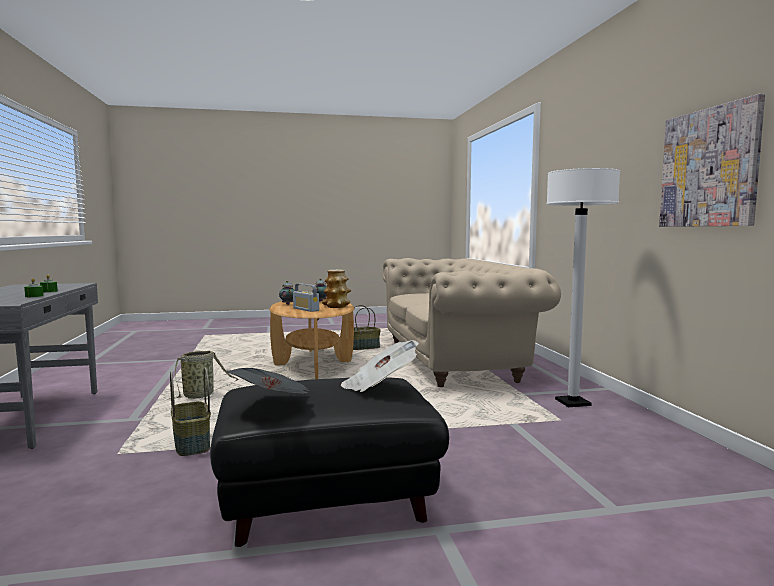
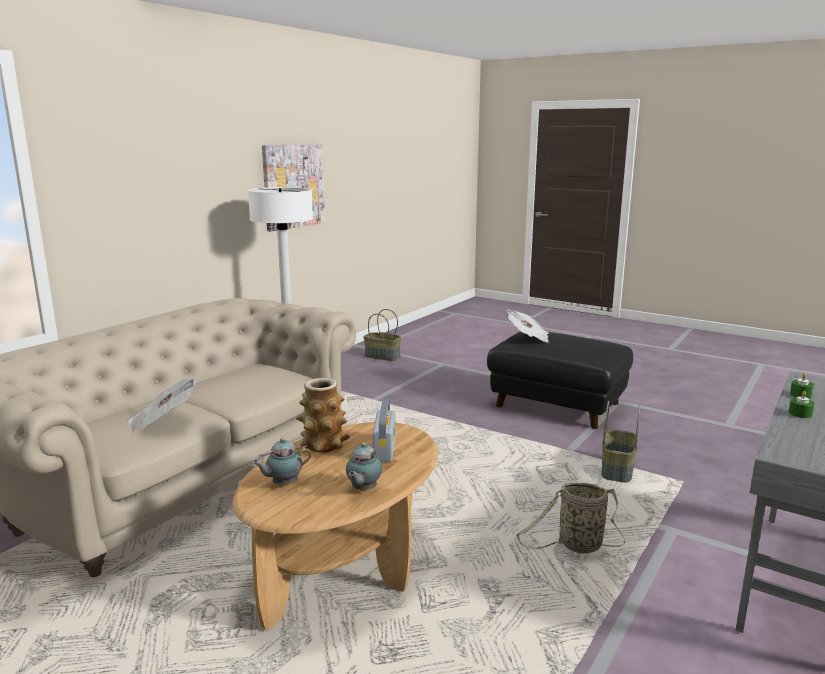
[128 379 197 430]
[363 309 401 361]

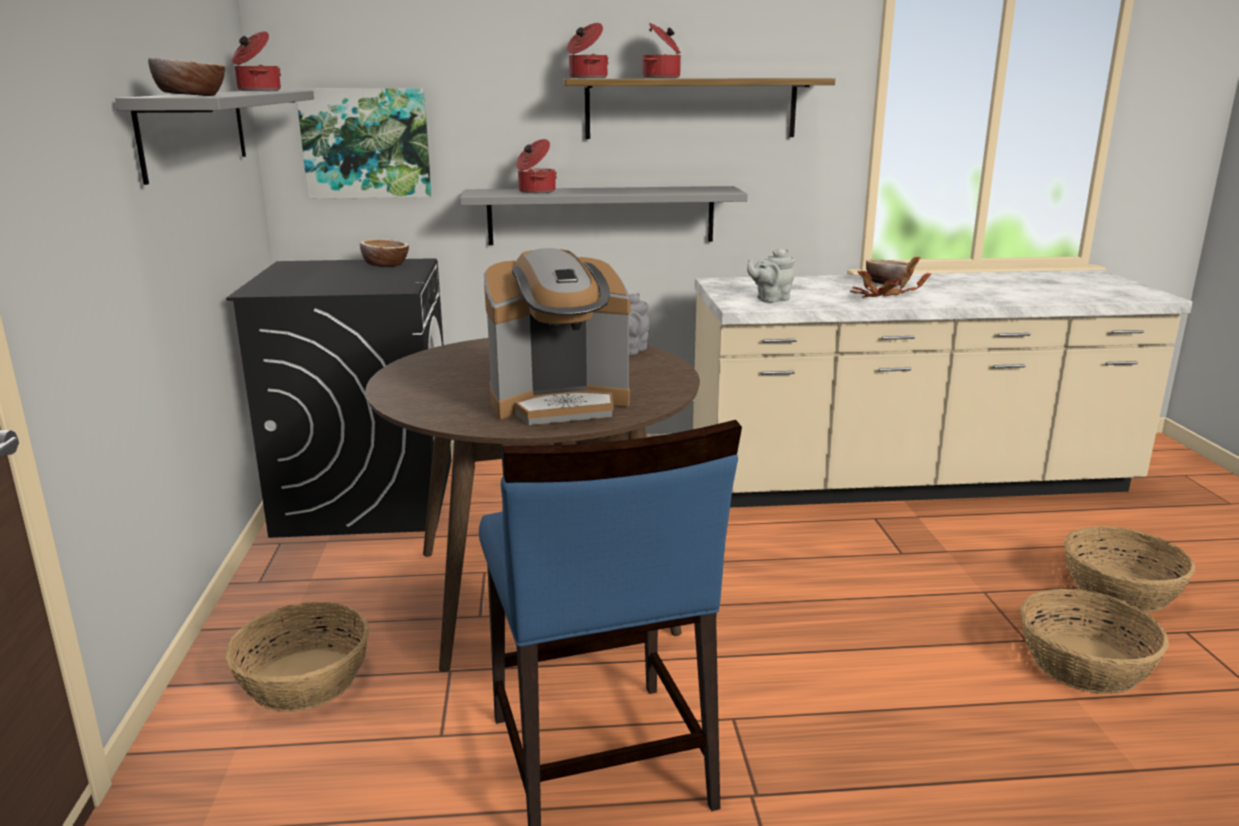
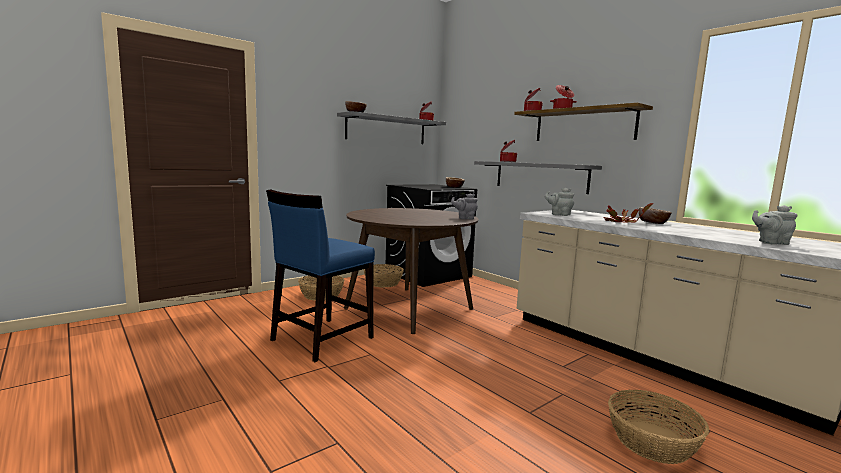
[296 88 432 199] (first image)
[484 248 630 425] (first image)
[752 205 797 245]
[363 264 404 287]

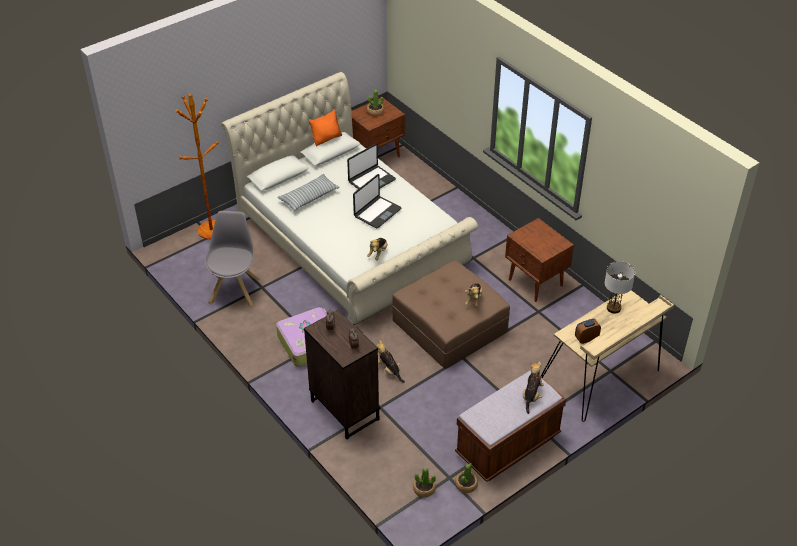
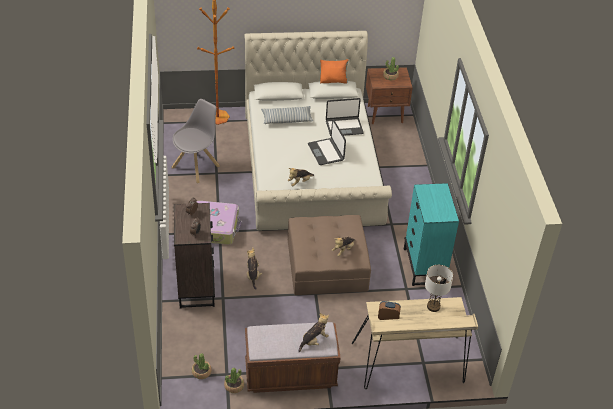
[404 183 459 286]
[308 119 346 165]

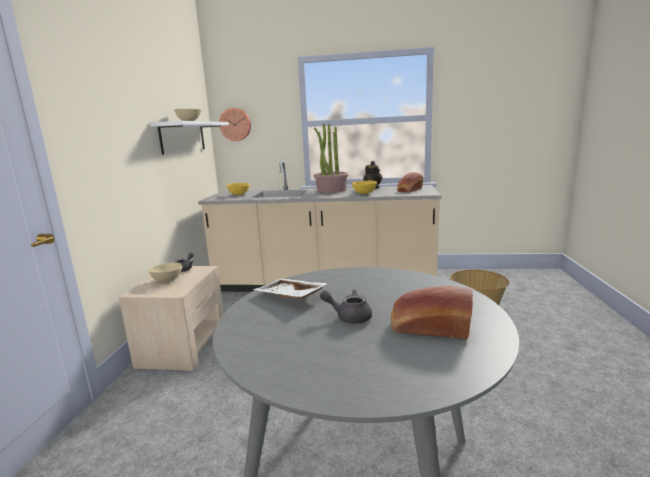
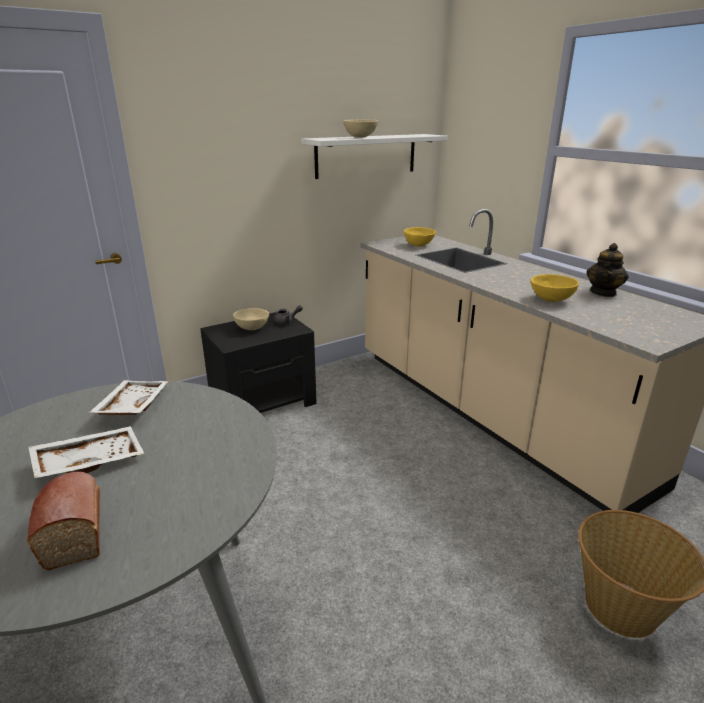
[219 108 251 141] (first image)
[314 123 348 193] (first image)
[397 172 423 193] (first image)
[28 426 145 478]
[200 312 317 413]

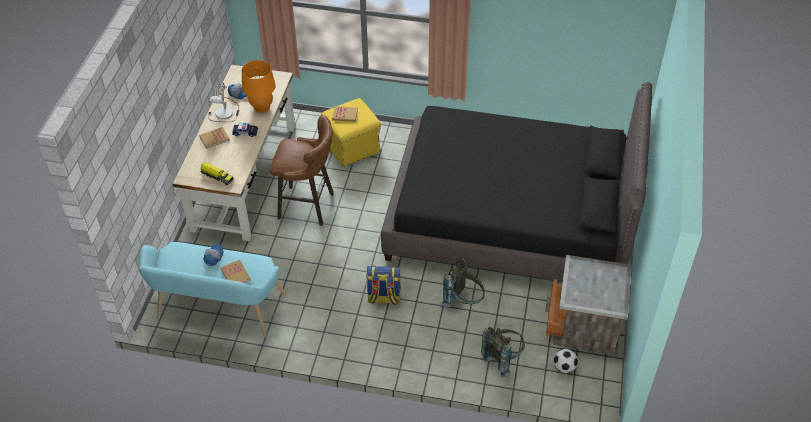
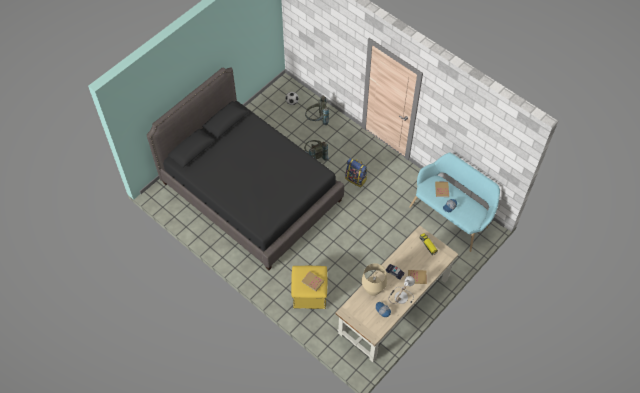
[269 115 334 226] (first image)
[545 255 632 355] (first image)
[361 263 387 296]

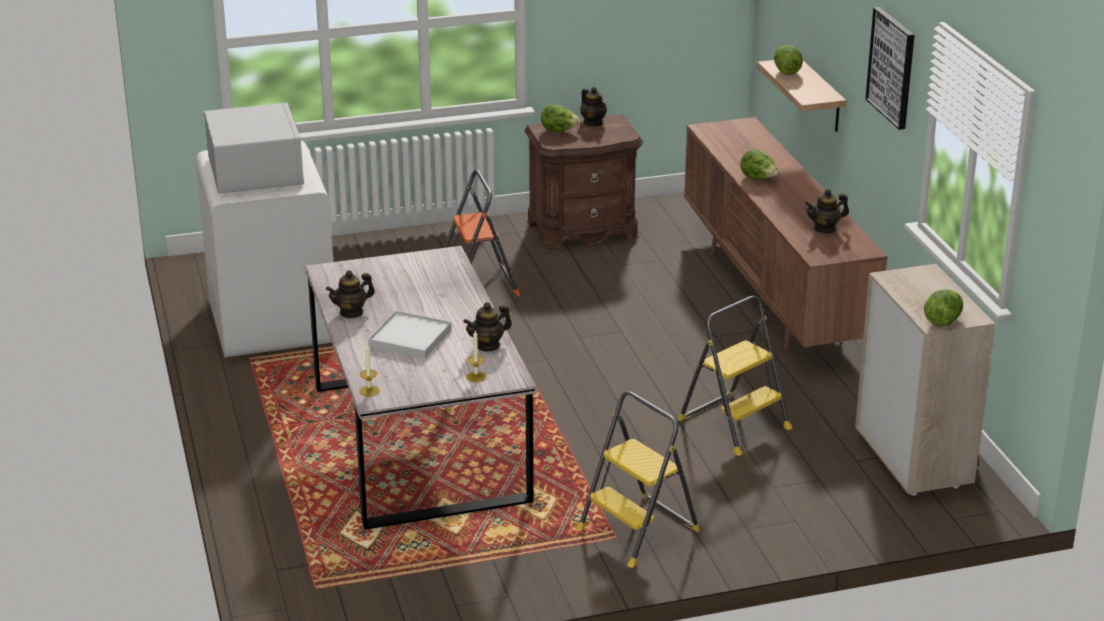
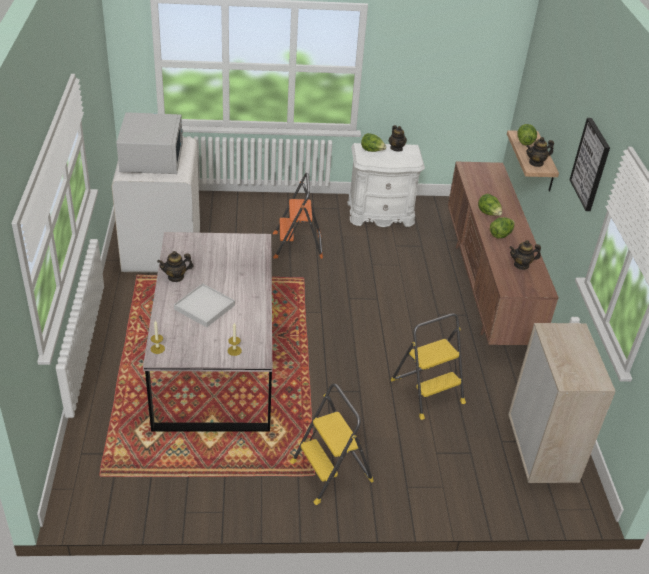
[526 137 554 167]
[490 217 515 238]
[347 143 425 227]

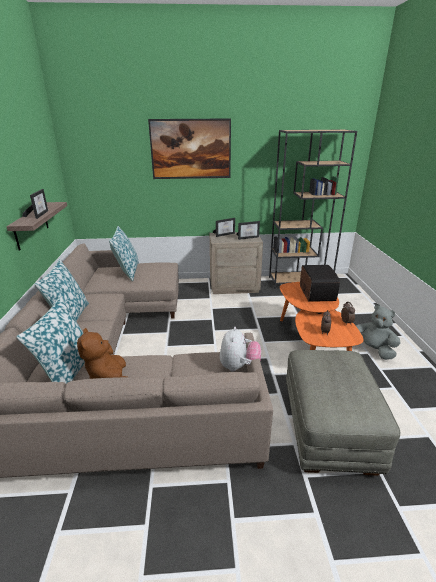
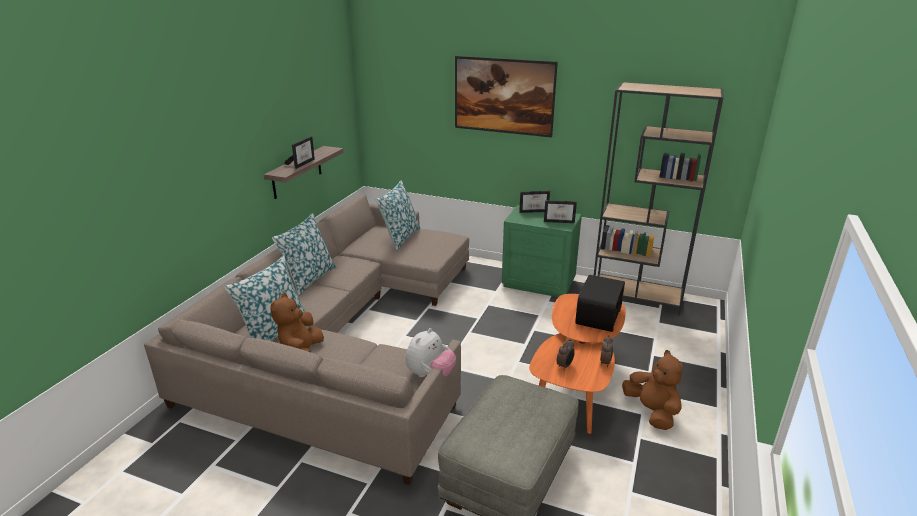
[502 205 582 297]
[622 350 682 430]

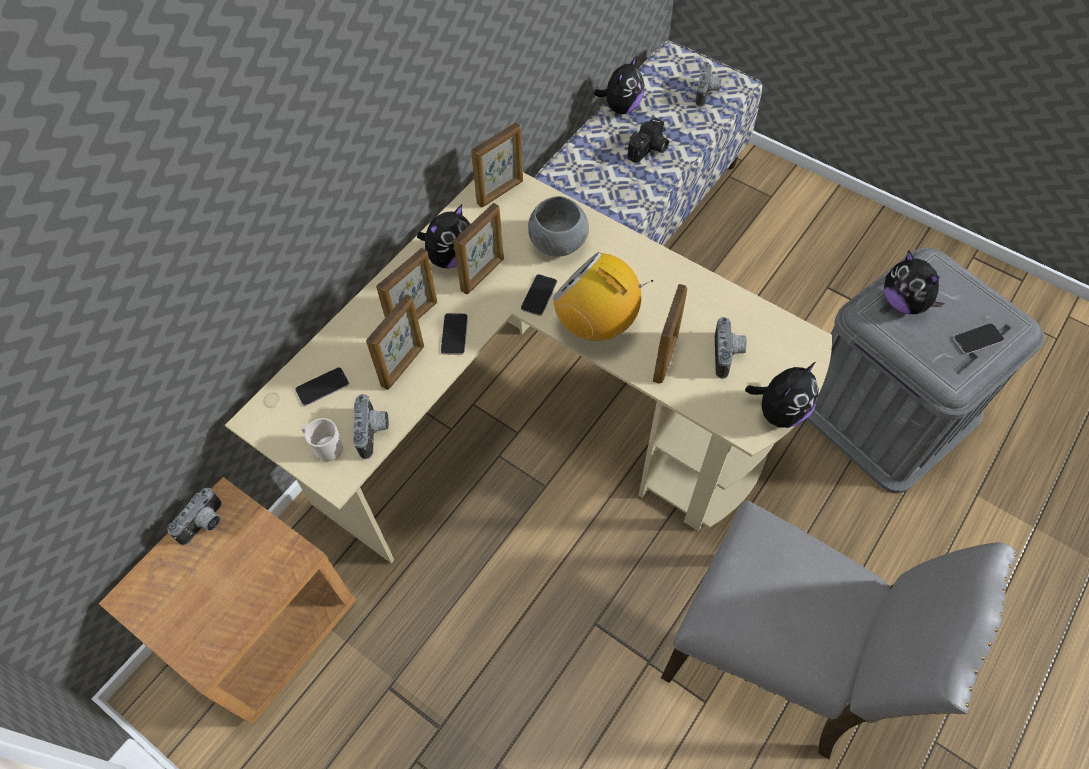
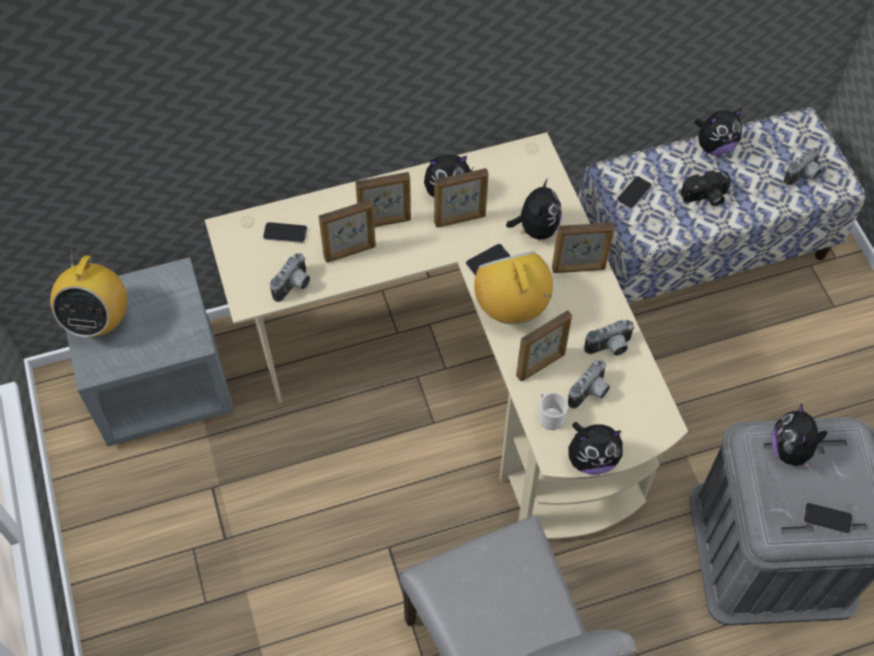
[50 249 127 337]
[584 320 635 356]
[539 391 568 430]
[617 176 652 209]
[552 222 615 273]
[506 178 562 240]
[66 257 234 447]

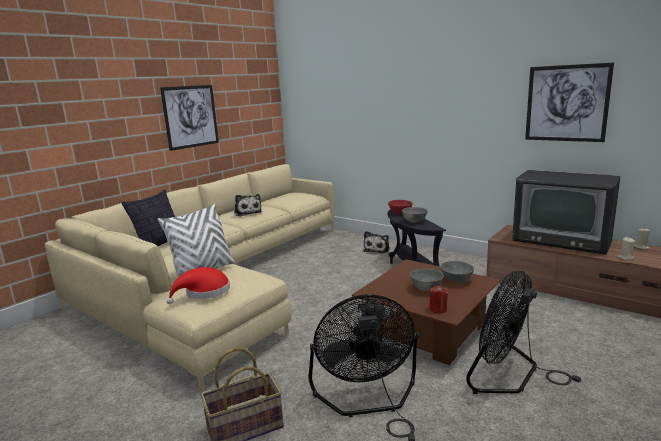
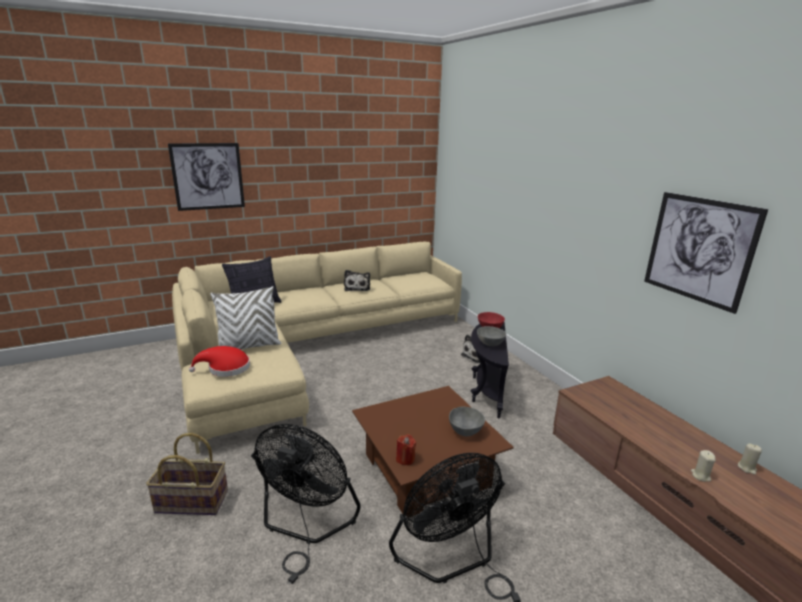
[410 269 444 291] (first image)
[512 170 621 255] (first image)
[168 143 245 211]

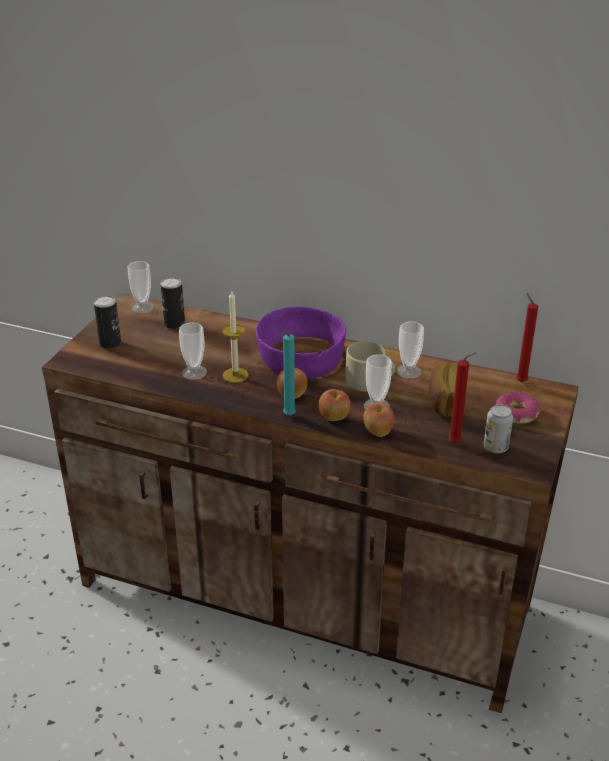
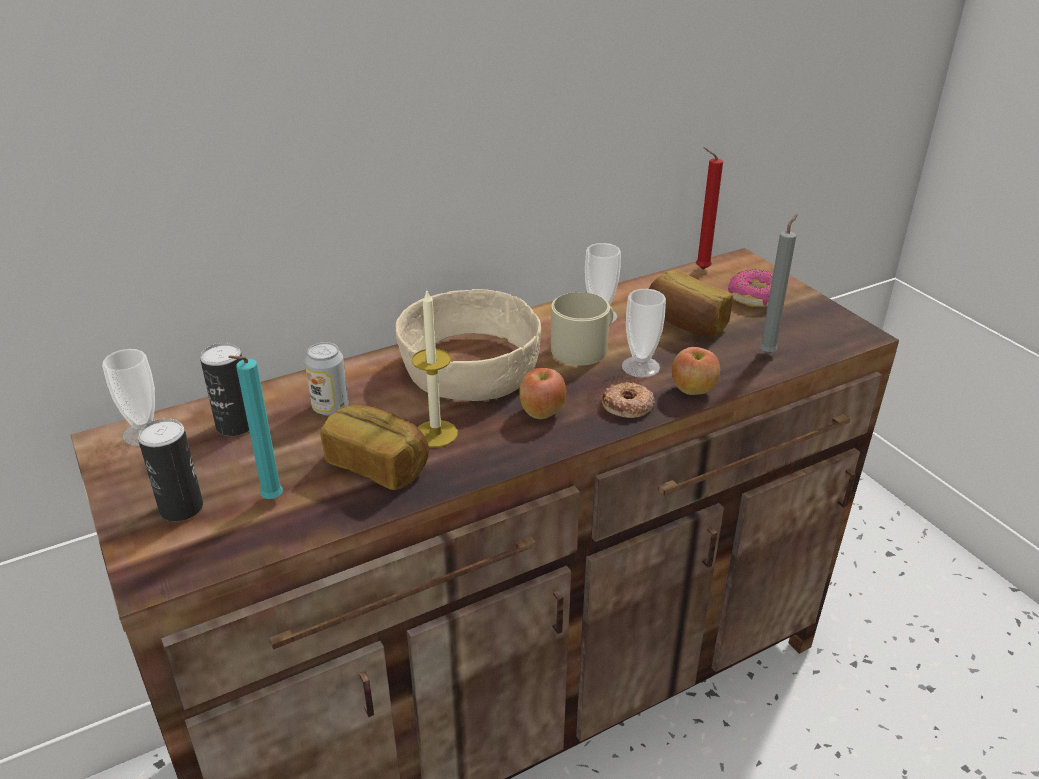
[228 355 283 499]
[305 342 349 416]
[320 404 429 490]
[602 382 655 418]
[396 289 541 401]
[759 214 798 354]

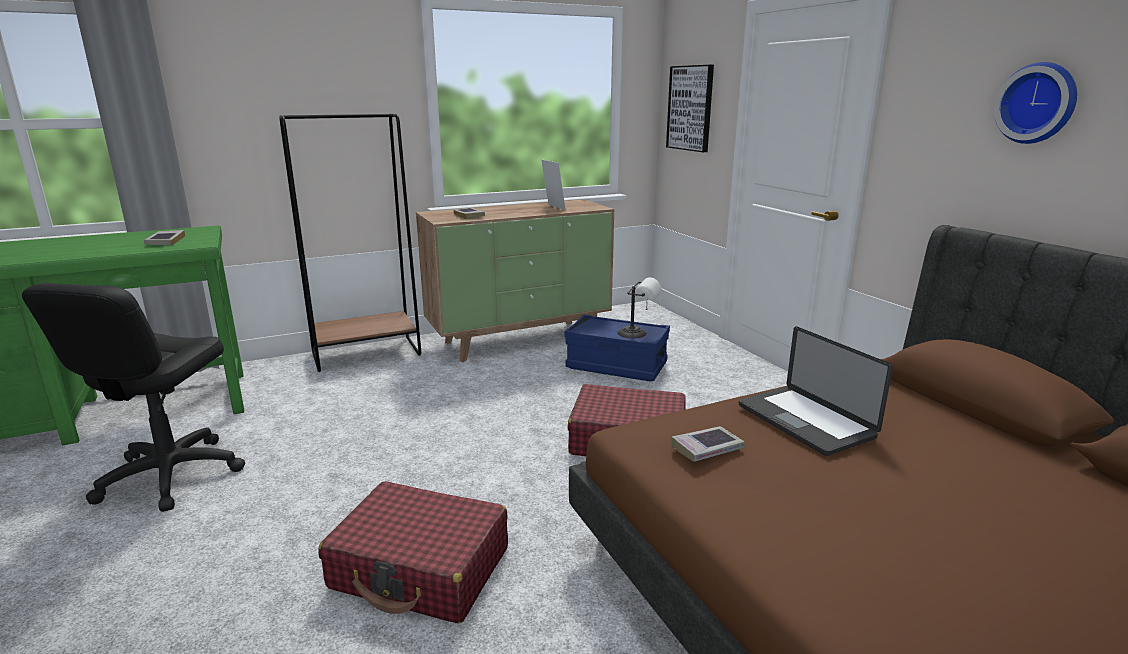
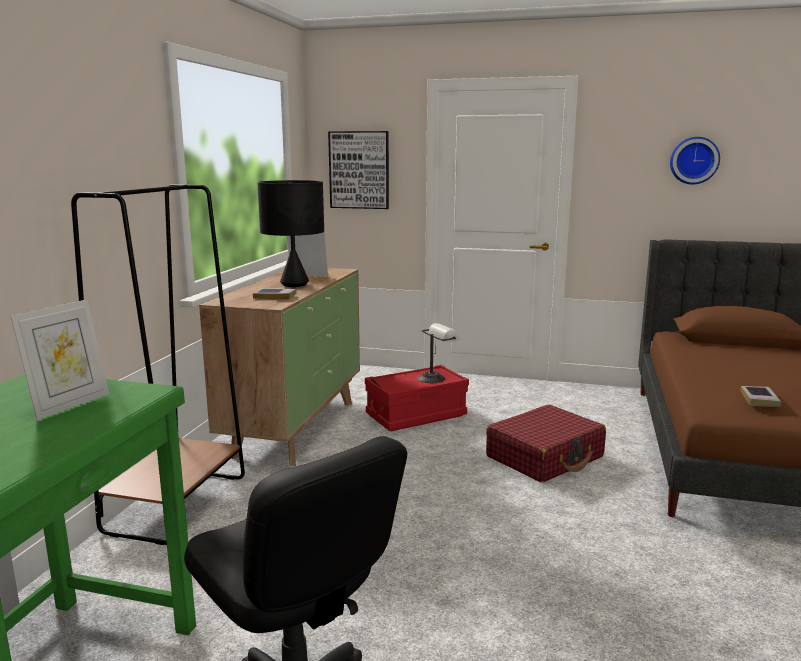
[318 481 508 624] (first image)
[739 326 893 456] (first image)
[257 180 324 287]
[11 299 109 420]
[365 365 469 431]

